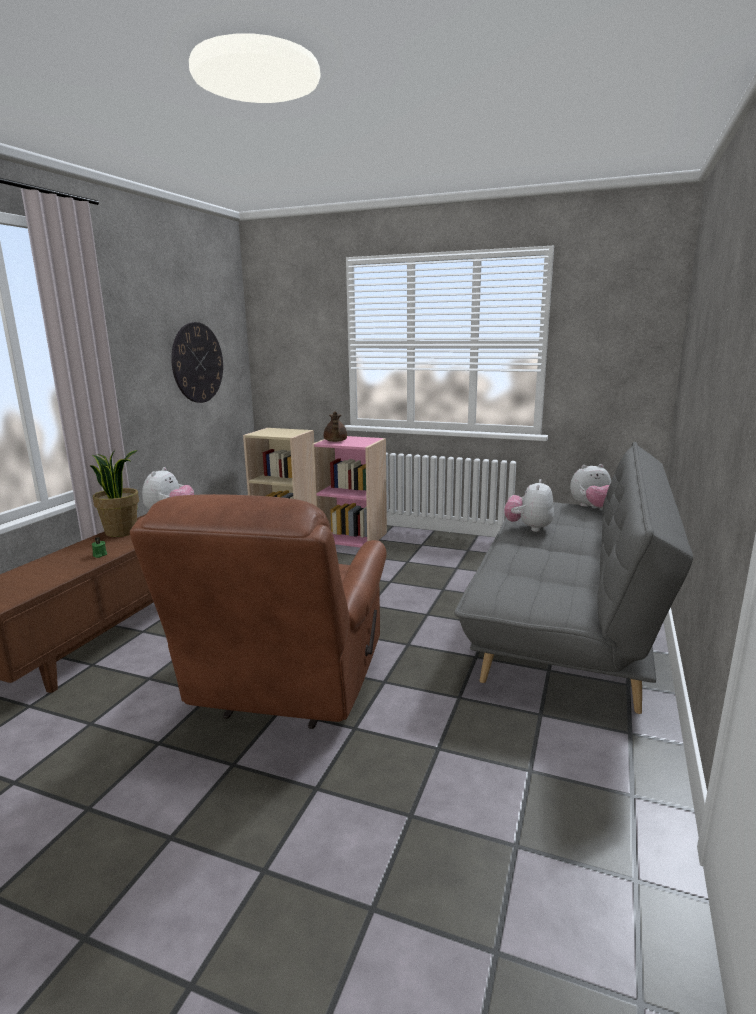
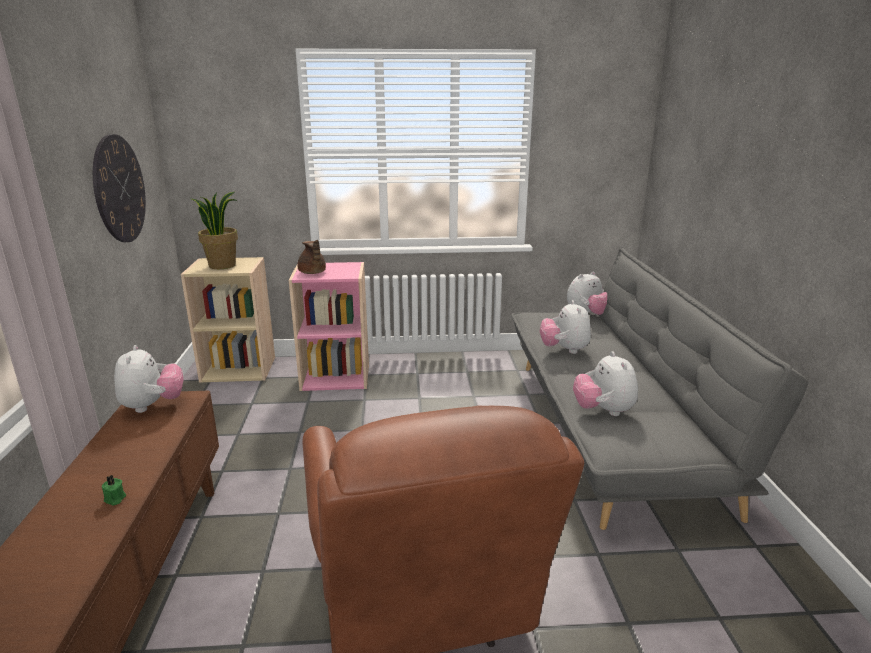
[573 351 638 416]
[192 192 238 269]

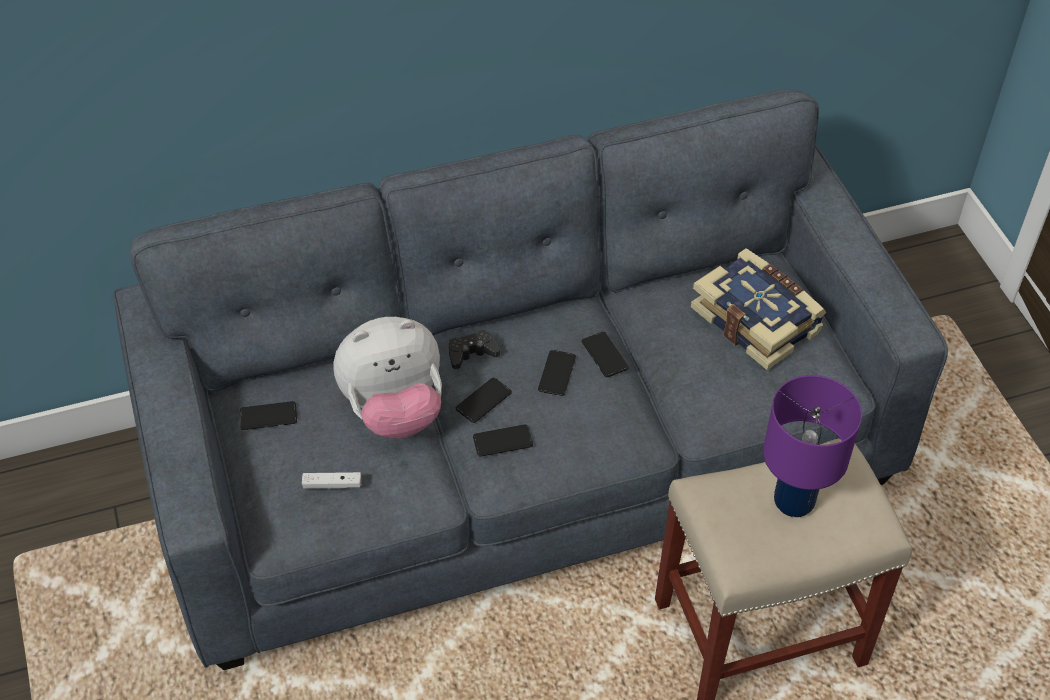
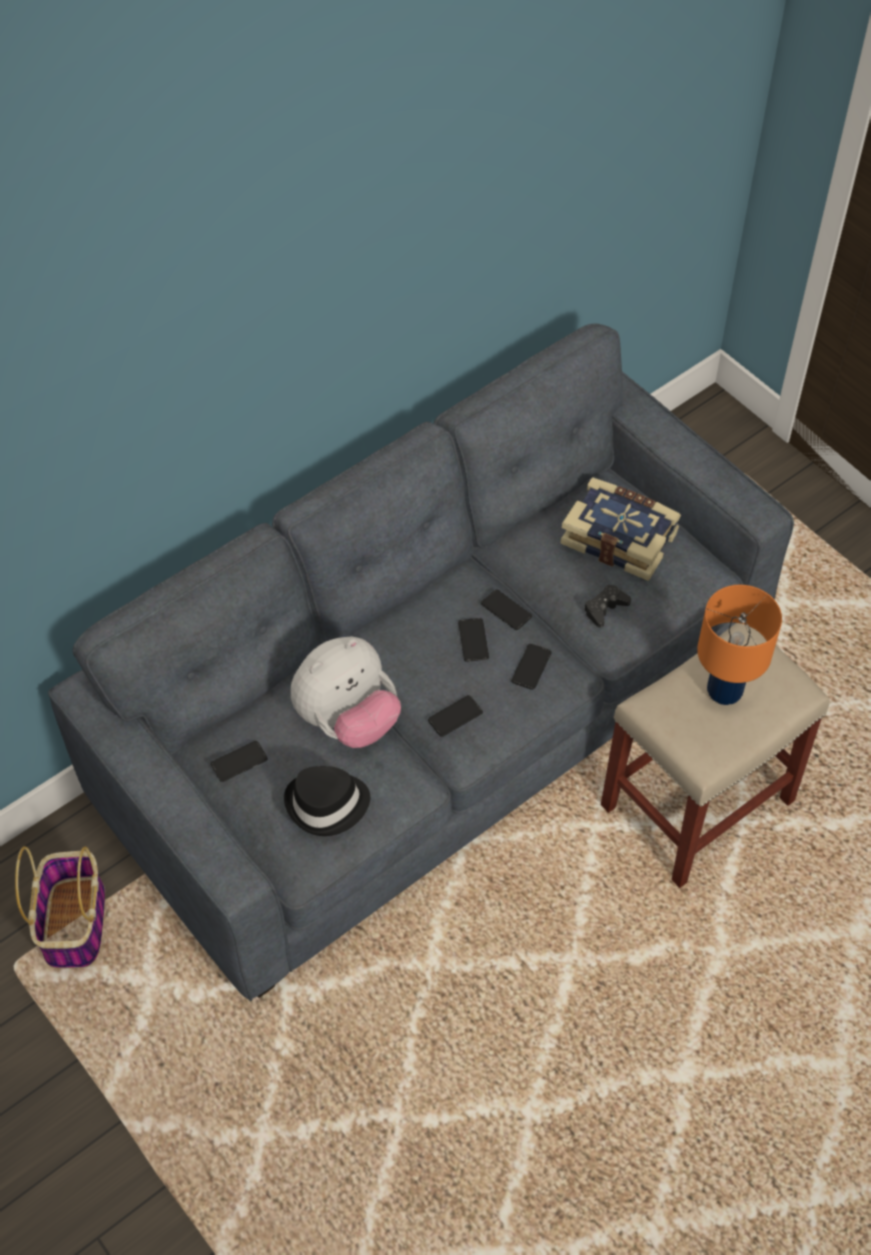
[15 846 105 968]
[584 584 631 628]
[511 644 552 690]
[284 766 370 836]
[697 585 782 705]

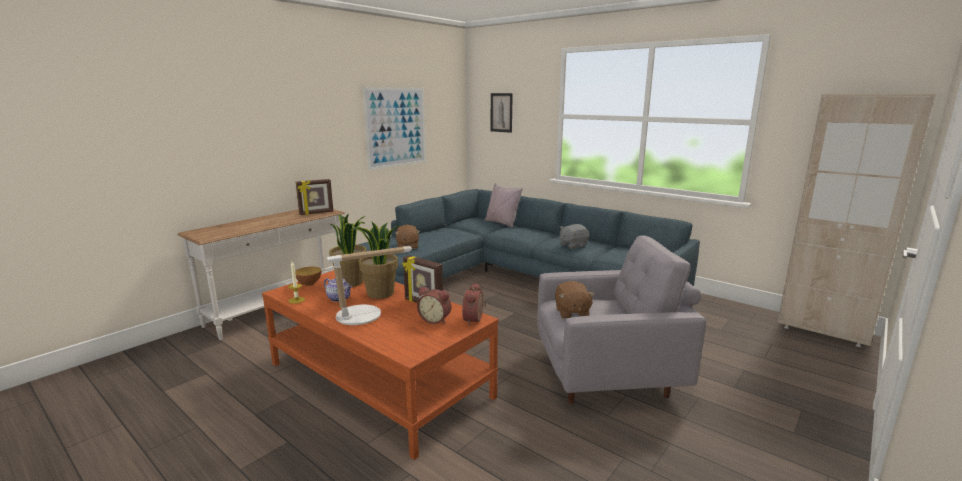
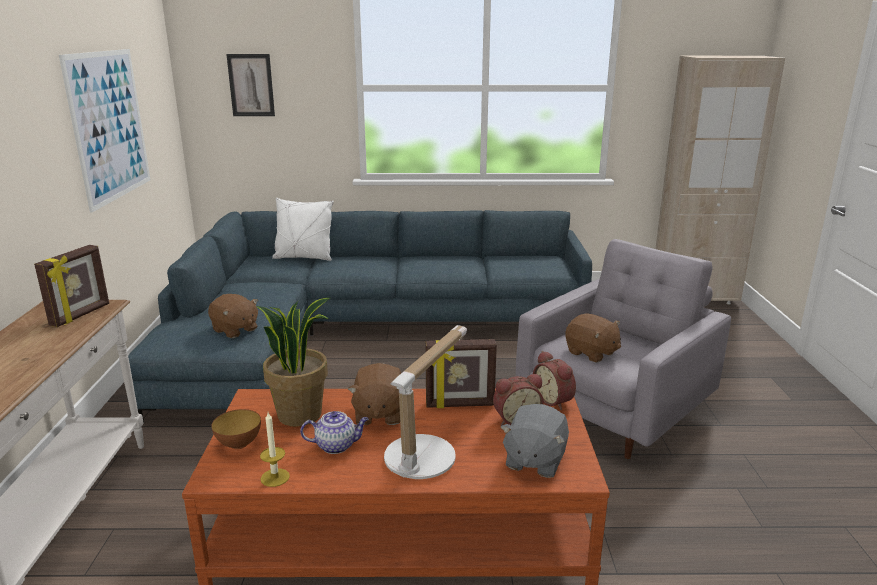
[500 404 569 478]
[348 363 401 425]
[272 198 334 261]

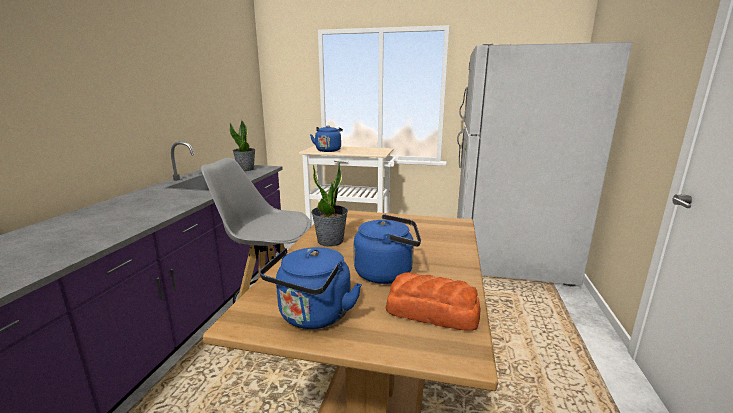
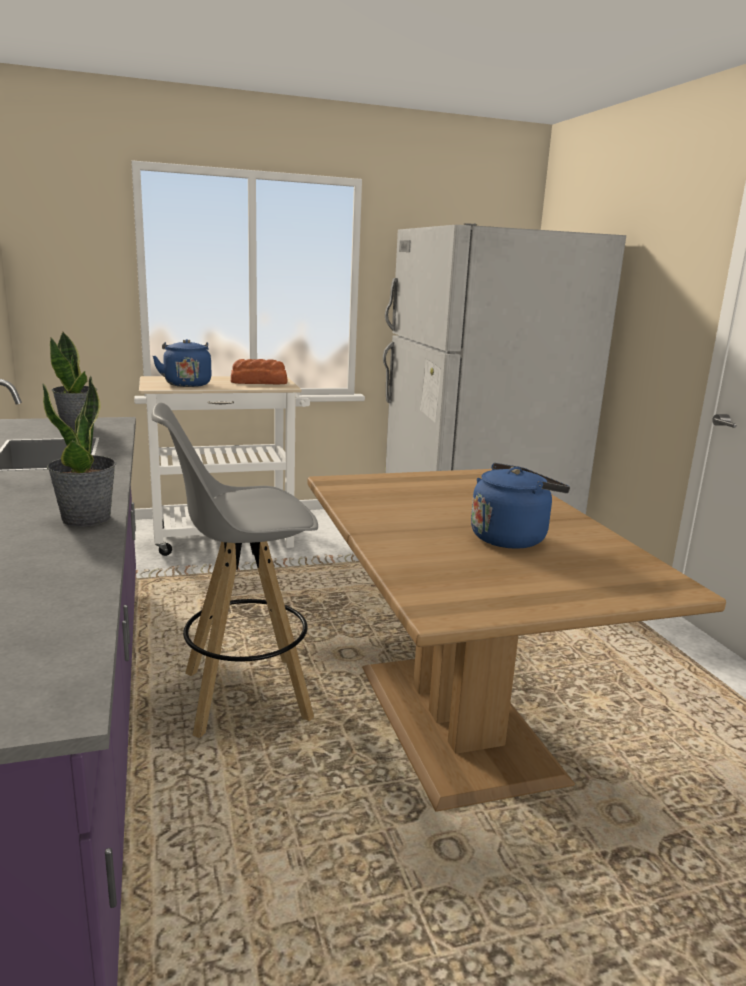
[260 247 362 329] (first image)
[42 376 116 527]
[230 359 287 384]

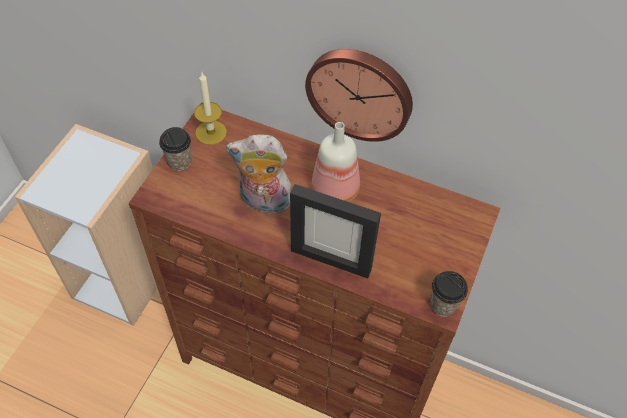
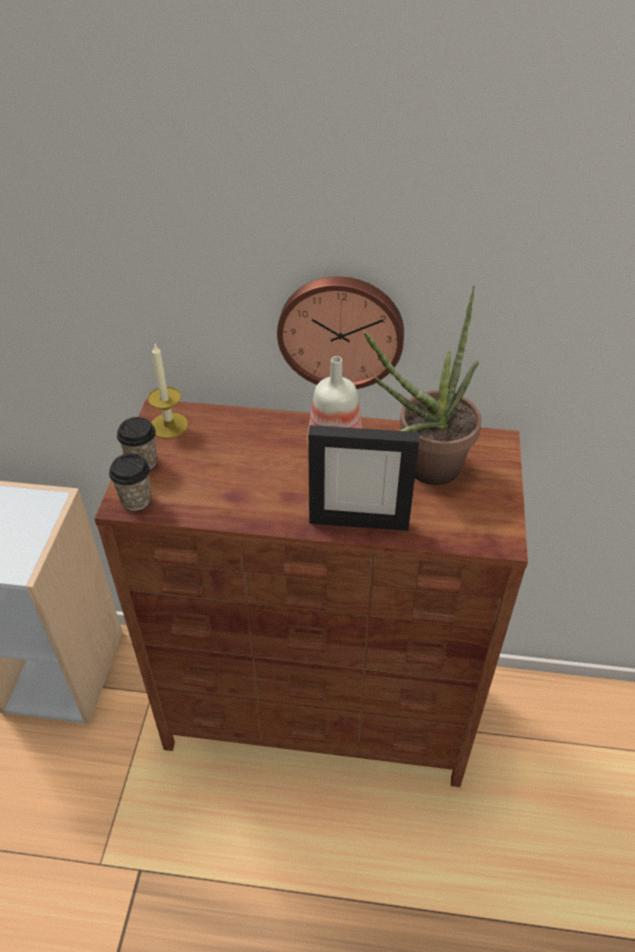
[226 134 291 214] (first image)
[364 286 482 485]
[109 453 151 511]

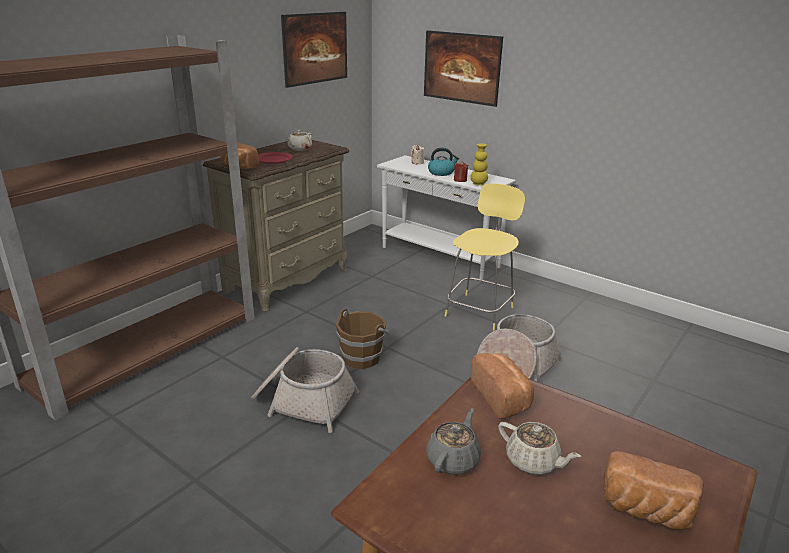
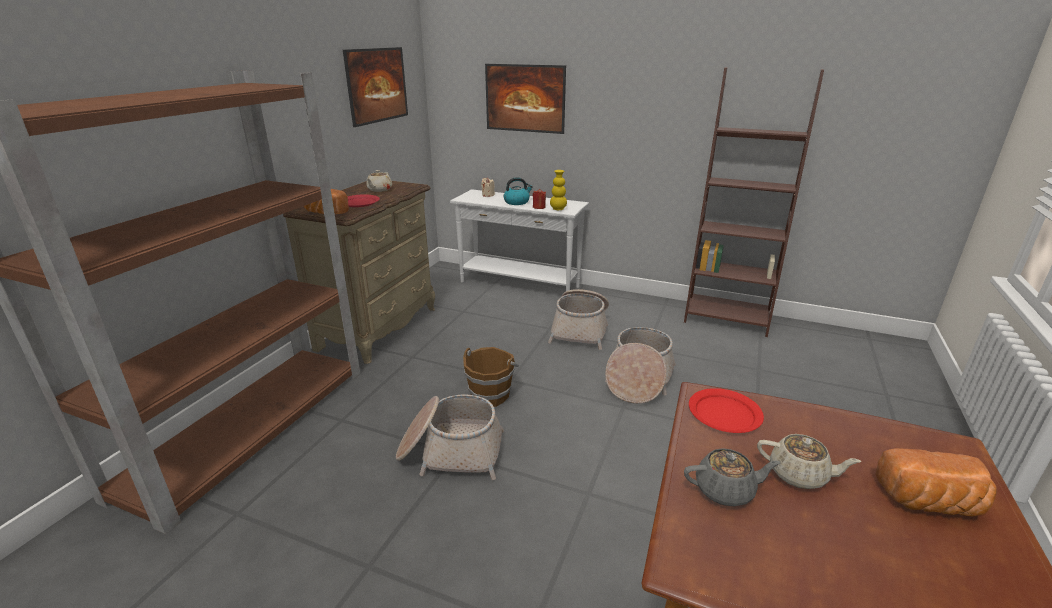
[684 67 824 337]
[548 289 609 350]
[689 388 764 433]
[684 448 780 506]

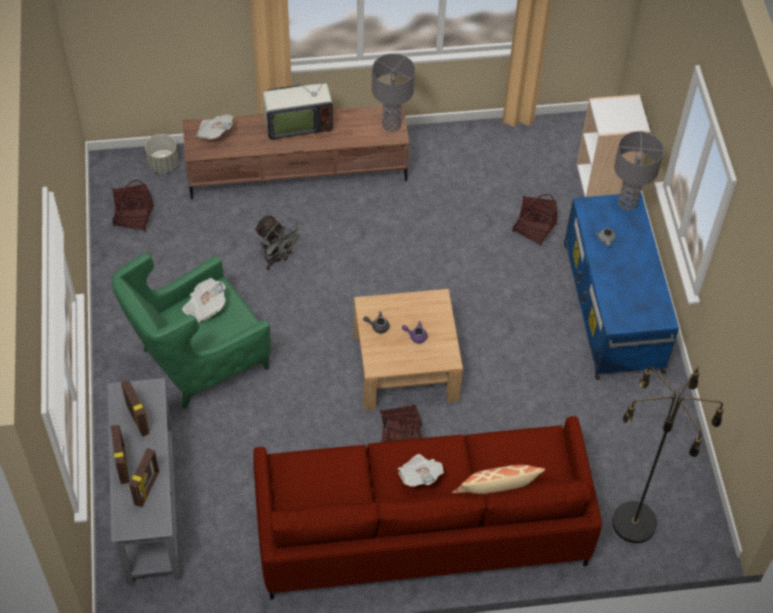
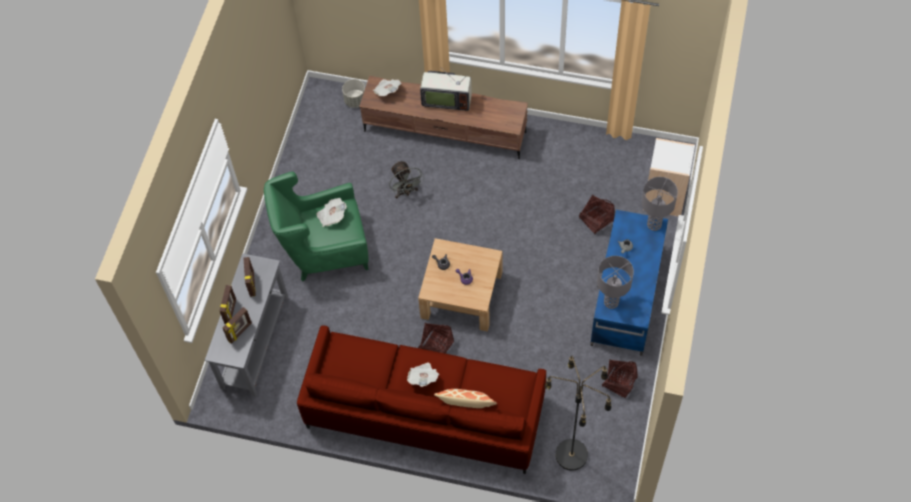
[602 359 638 398]
[597 256 634 309]

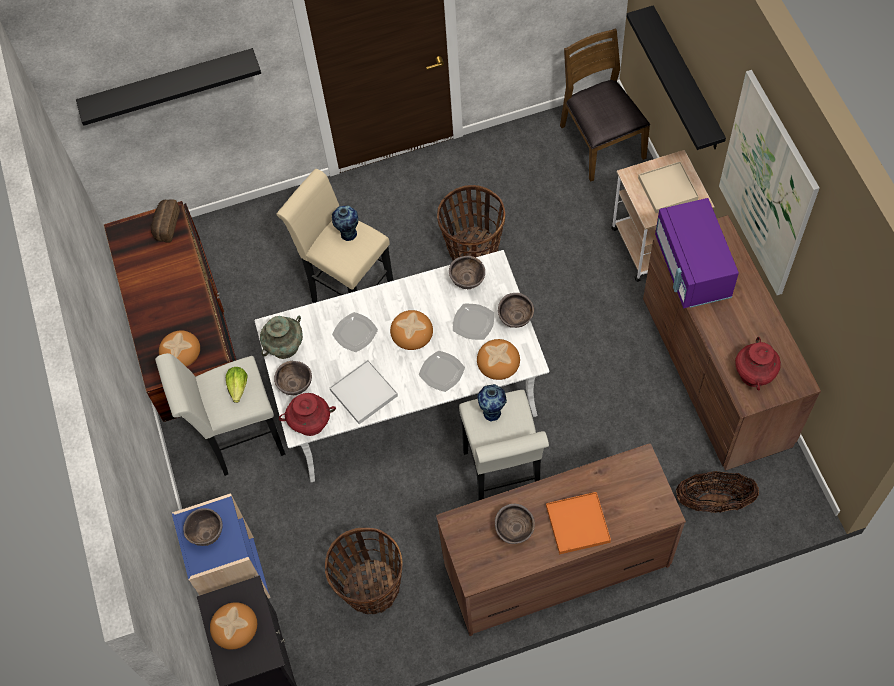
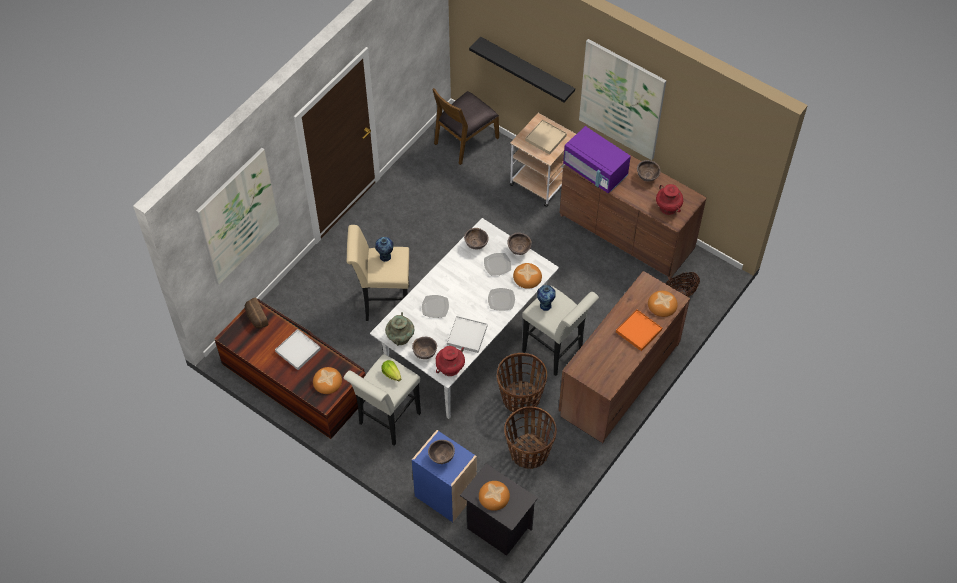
[275 329 321 370]
[648 291 678 317]
[497 353 547 414]
[637 160 660 182]
[196 148 279 285]
[432 88 499 165]

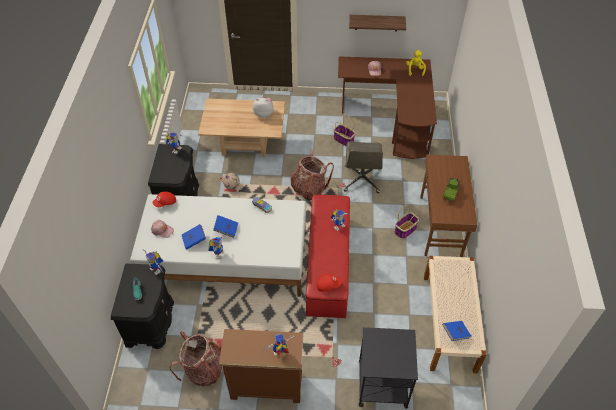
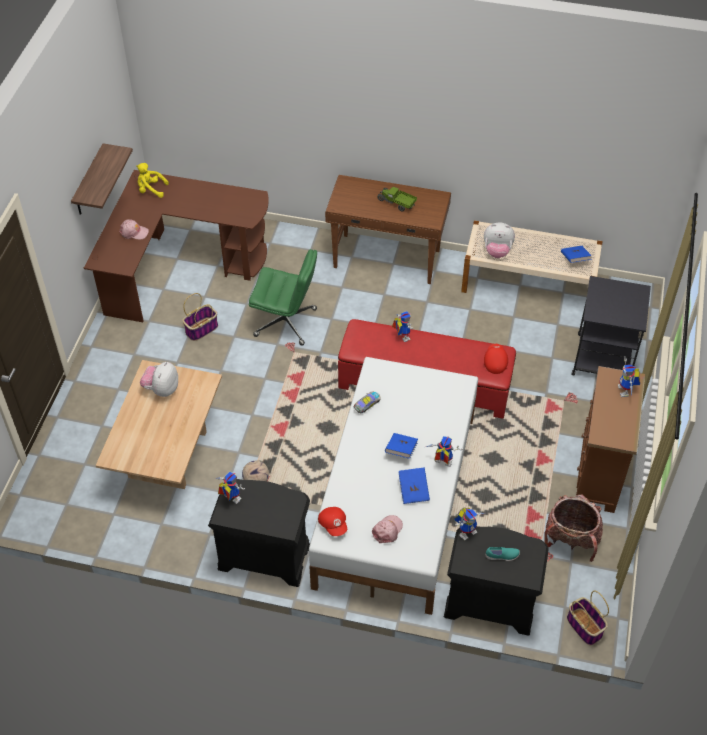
[290 150 334 201] (first image)
[484 222 515 258]
[567 591 609 645]
[249 249 317 345]

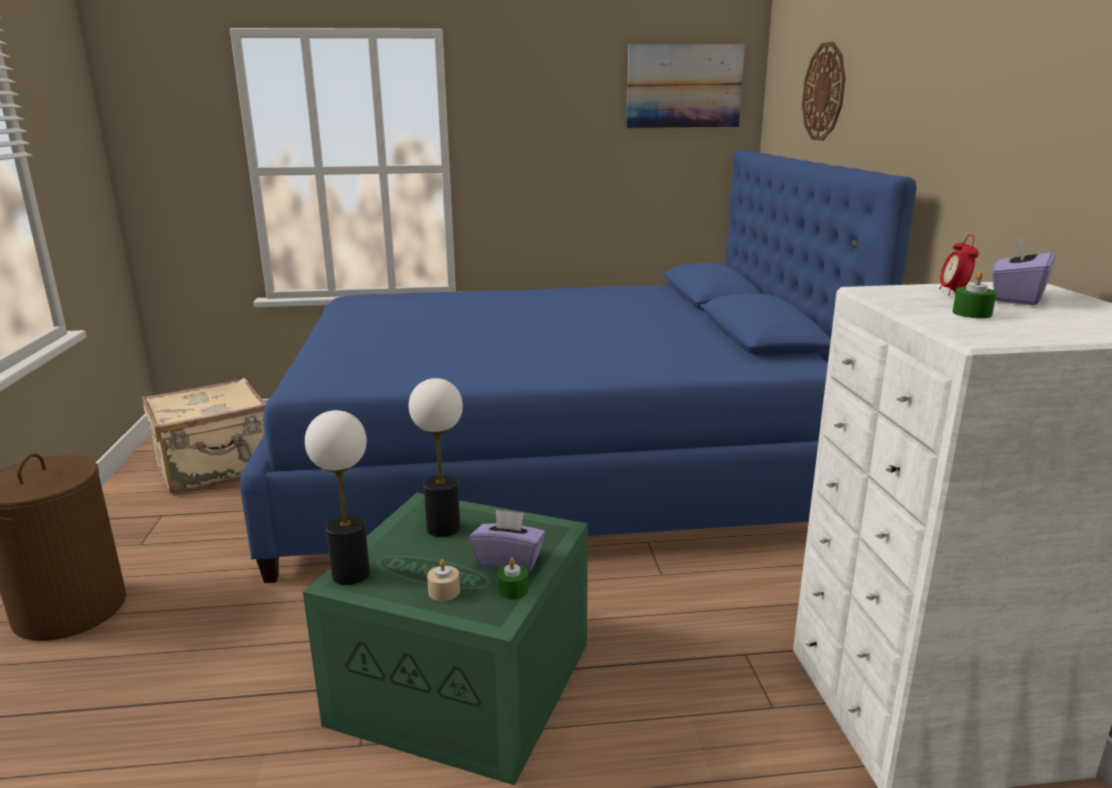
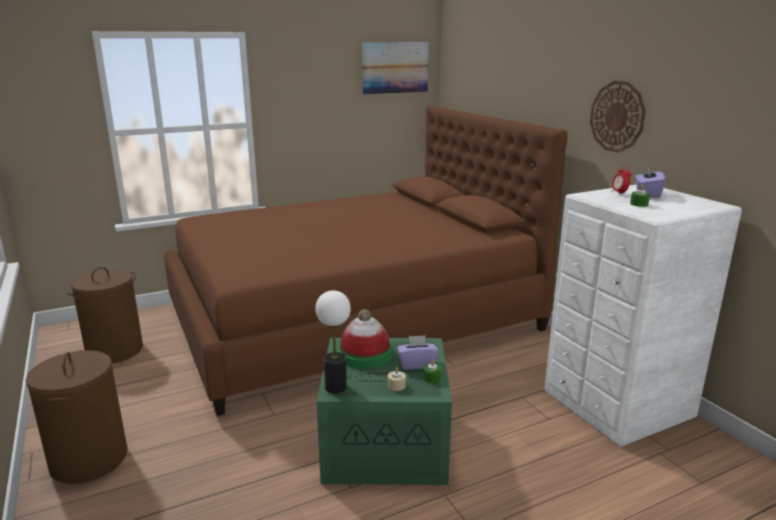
[590 81 646 153]
[66 267 143 363]
[337 309 393 369]
[164 106 568 416]

